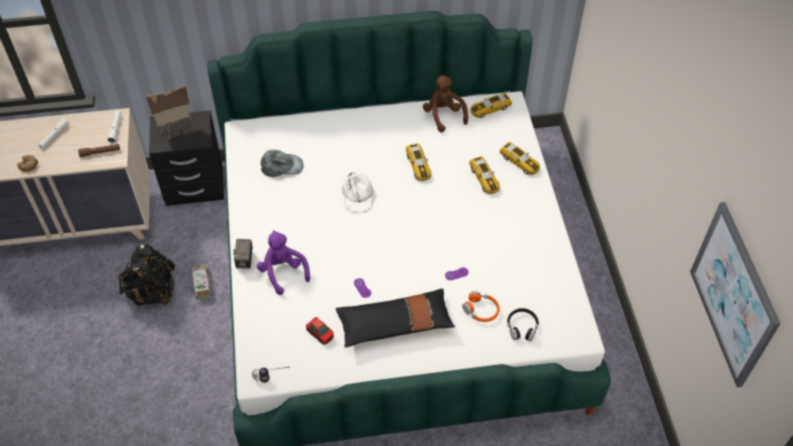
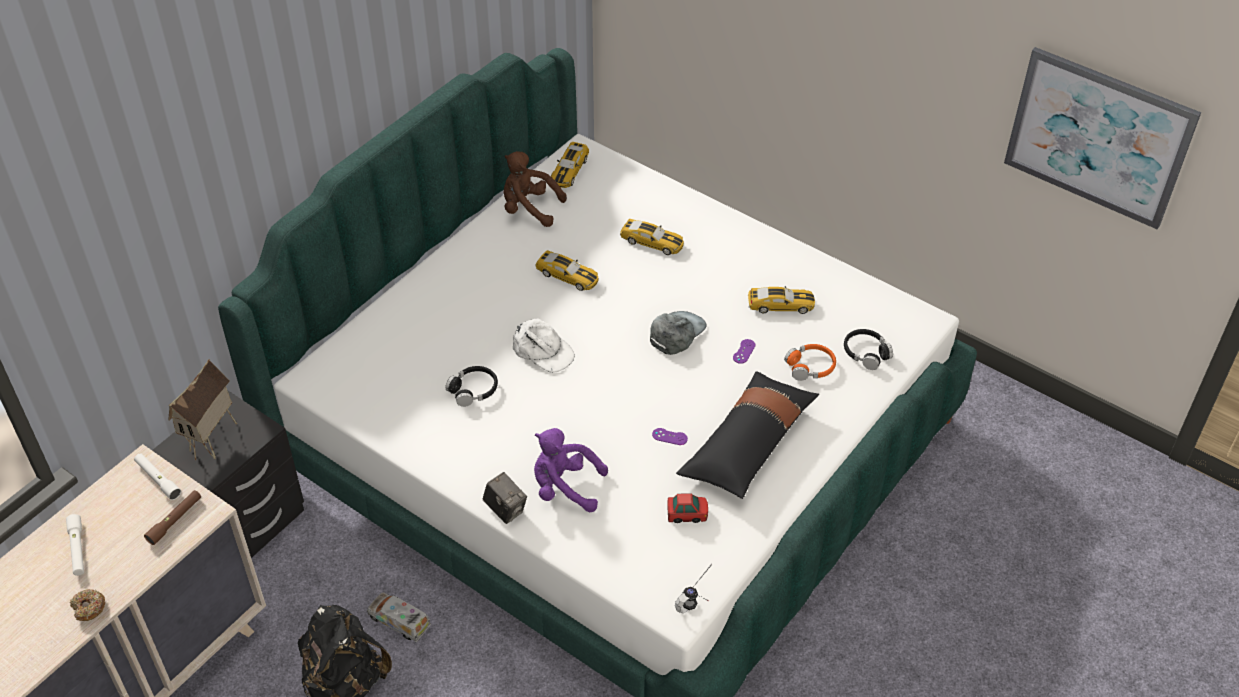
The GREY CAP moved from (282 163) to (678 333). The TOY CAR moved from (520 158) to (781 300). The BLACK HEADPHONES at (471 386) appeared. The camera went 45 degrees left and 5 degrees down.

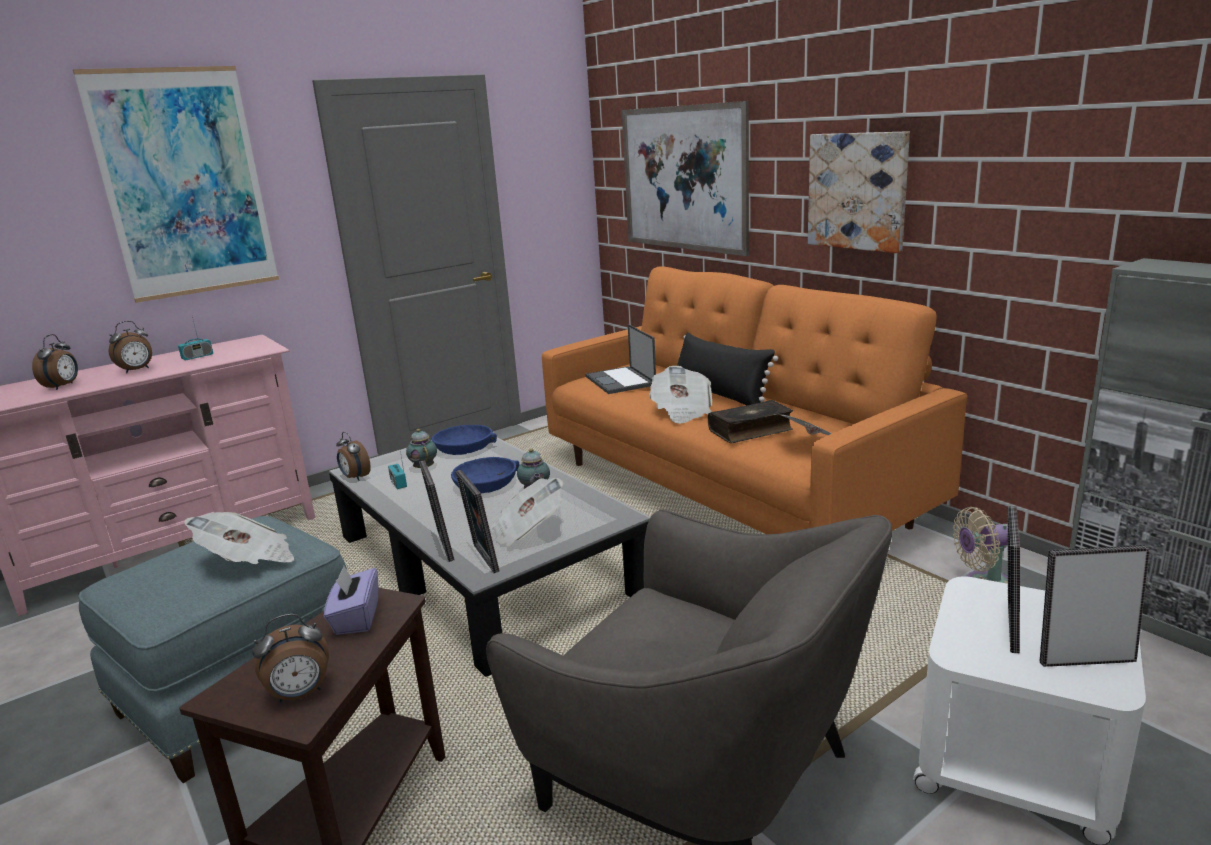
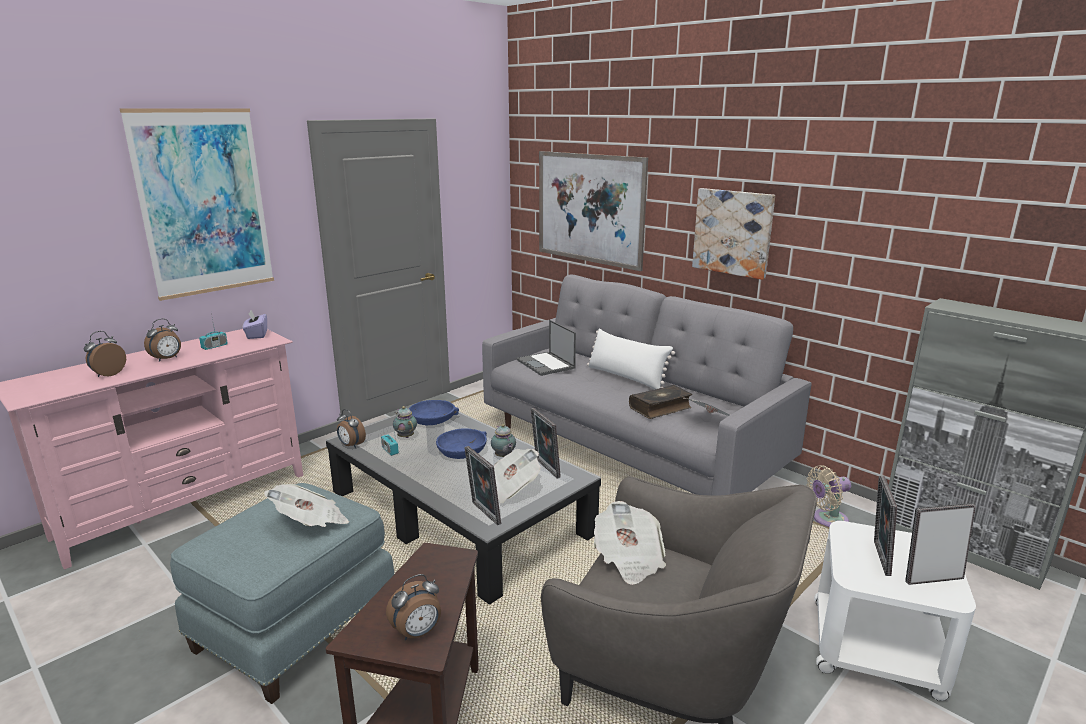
The ALARM CLOCK at (55 362) turned 150 degrees counterclockwise. The PURPLE TISSUE BOX moved from (351 600) to (255 324). The PICTURE FRAME moved from (436 511) to (546 443). The ORANGE SOFA at (754 400) became the GREY SOFA at (647 385). The NEWSPAPER moved from (680 395) to (630 543). The BLACK PILLOW at (727 369) became the WHITE PILLOW at (631 359). The camera went 10 degrees left and 0 degrees up.

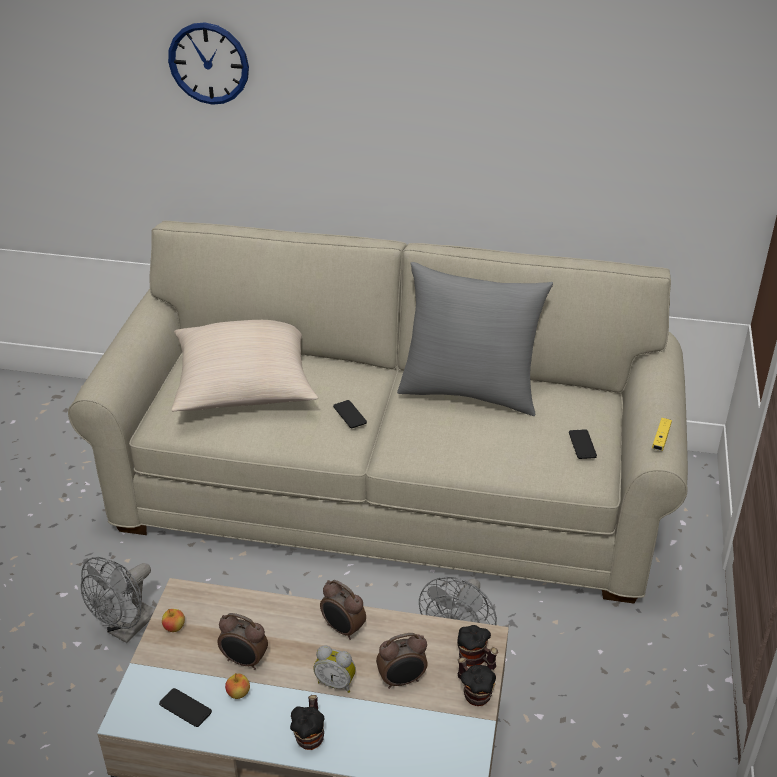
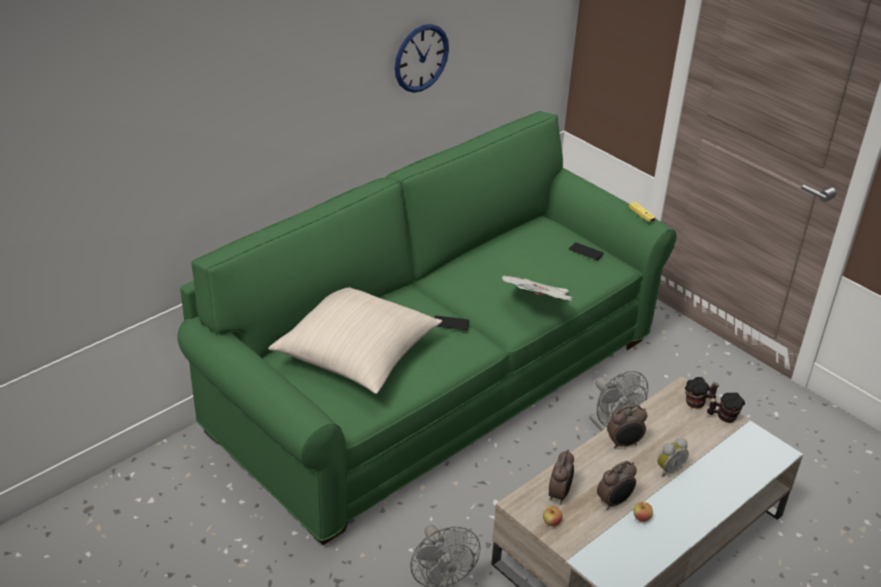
The BEIGE SOFA at (378 412) became the GREEN SOFA at (426 328). The PHONE at (185 707) disappeared. The WALL CLOCK moved from (208 63) to (422 58). The MUG at (307 722) disappeared. The ALARM CLOCK moved from (402 661) to (561 476). The GREY PILLOW at (475 339) disappeared. The NEWSPAPER at (537 288) appeared. The camera went 55 degrees left and 0 degrees up.

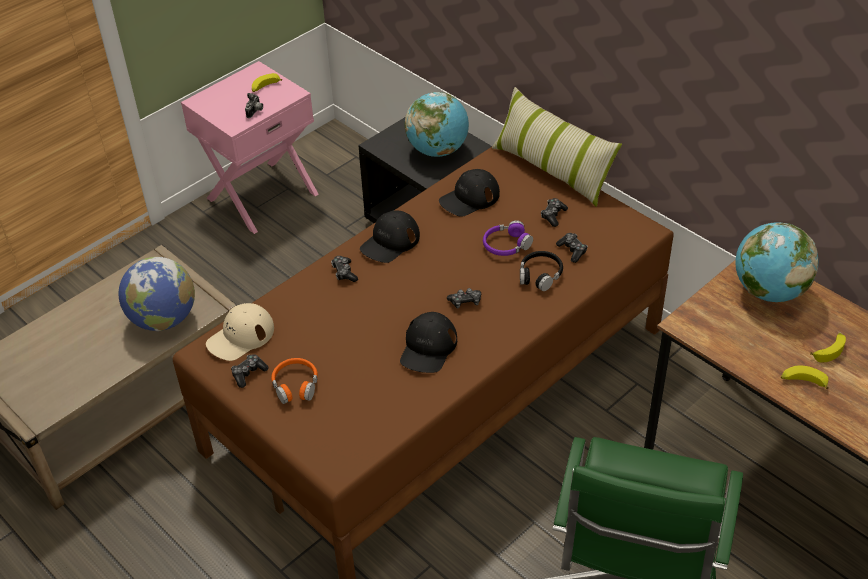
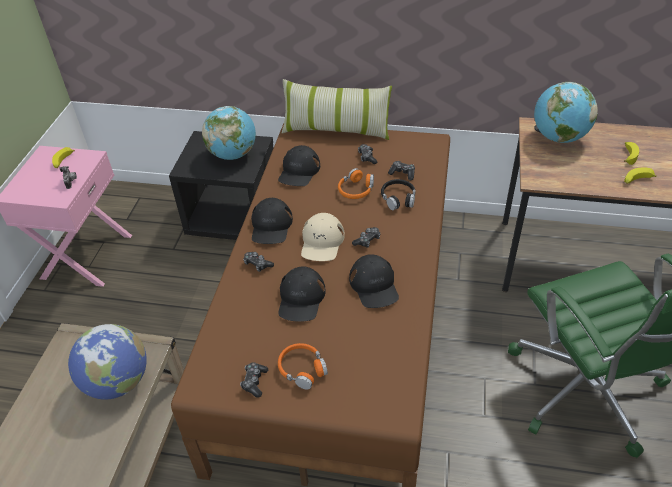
The BEIGE CAP moved from (240 332) to (322 237). The PURPLE HEADPHONES at (508 238) became the ORANGE HEADPHONES at (356 183). The BLACK CAP at (302 294) appeared. The camera went 35 degrees left and 0 degrees up.

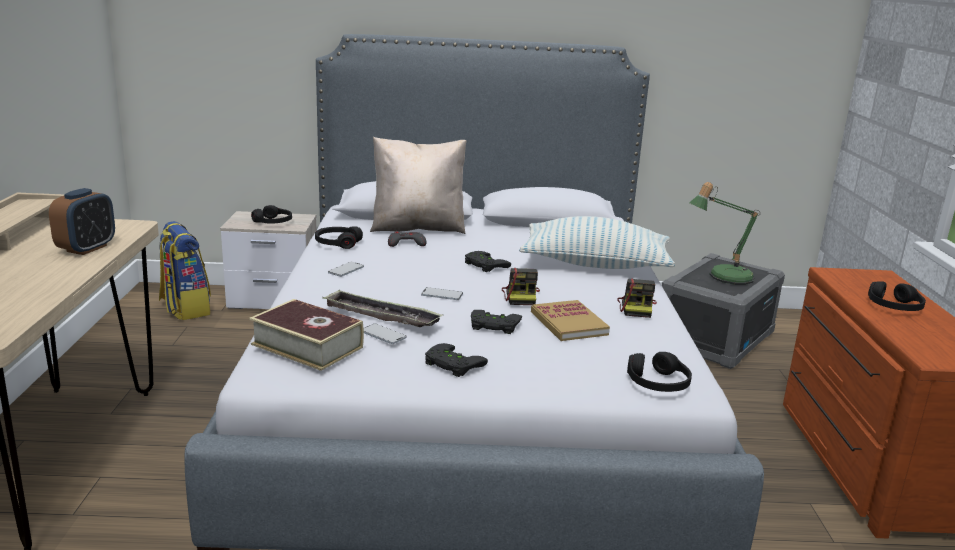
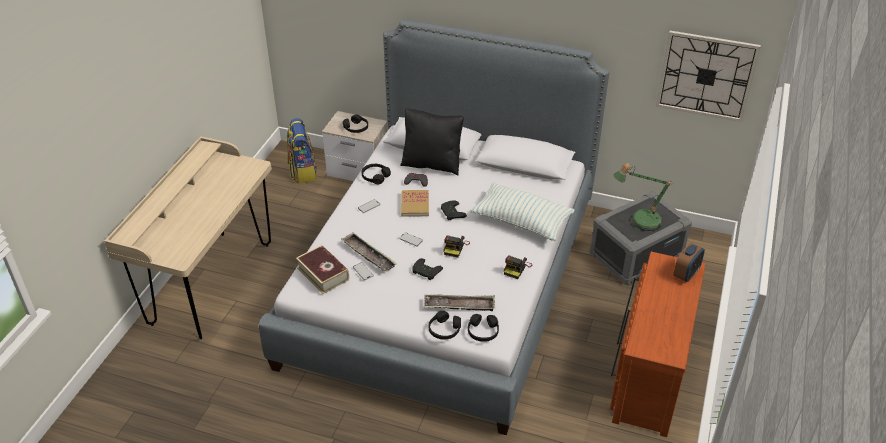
The ALARM CLOCK moved from (82 221) to (689 262). The BEIGE PILLOW at (418 185) became the BLACK PILLOW at (432 141). The BLACK GAME CONTROLLER at (456 360) disappeared. The BOOK moved from (570 320) to (415 203). The BLACK HEADPHONES moved from (897 296) to (445 325). The TRAY at (459 302) appeared. The WALL CLOCK at (708 76) appeared. The camera went 20 degrees right and 20 degrees up.

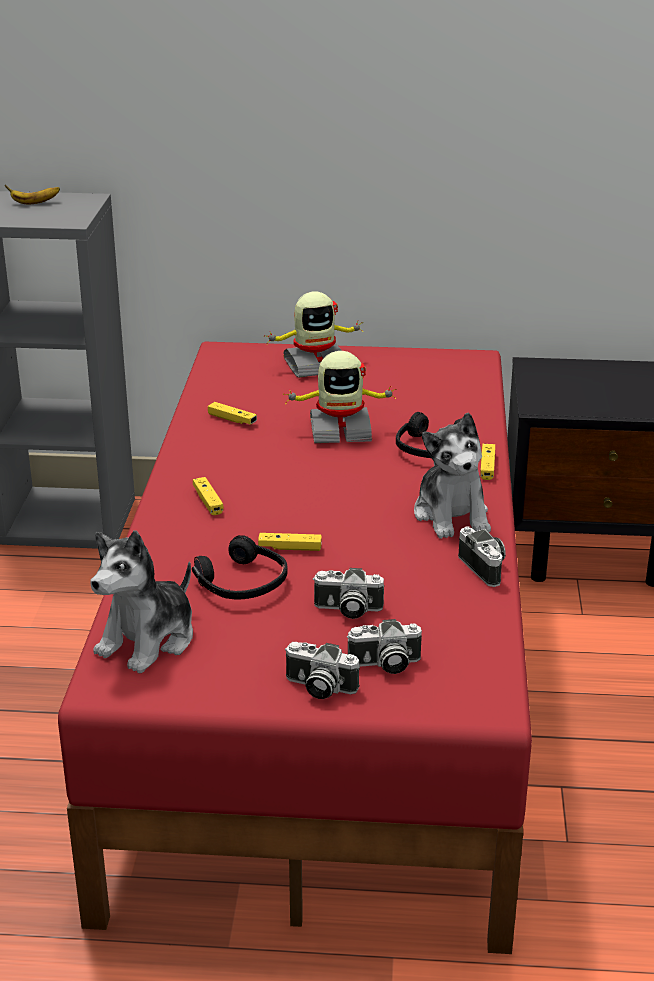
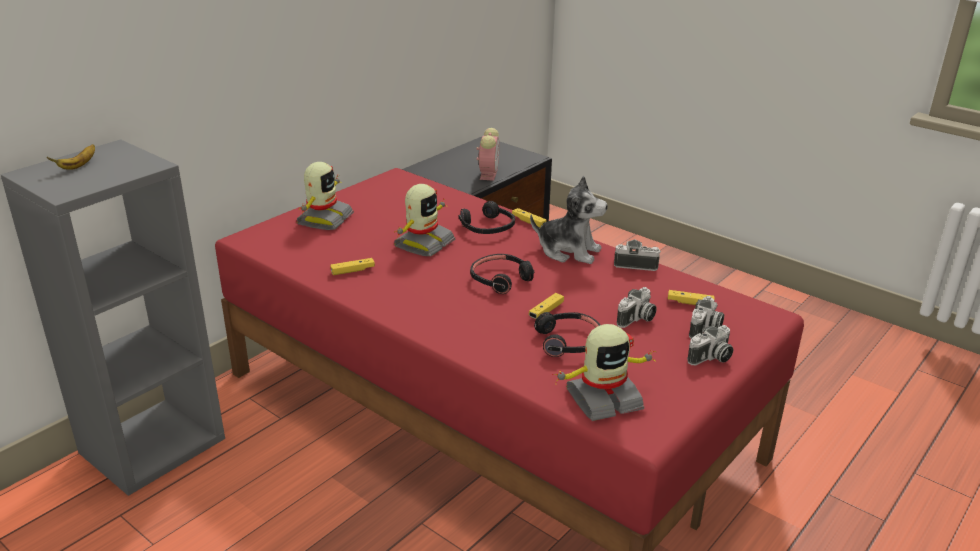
The PLUSH TOY at (141 601) was replaced by the TOY ROBOT at (604 372). The YELLOW GAME CONTROLLER moved from (208 496) to (691 297). The BLACK HEADPHONES at (502 274) appeared. The ALARM CLOCK at (488 154) appeared. The camera went 55 degrees left and 0 degrees up.

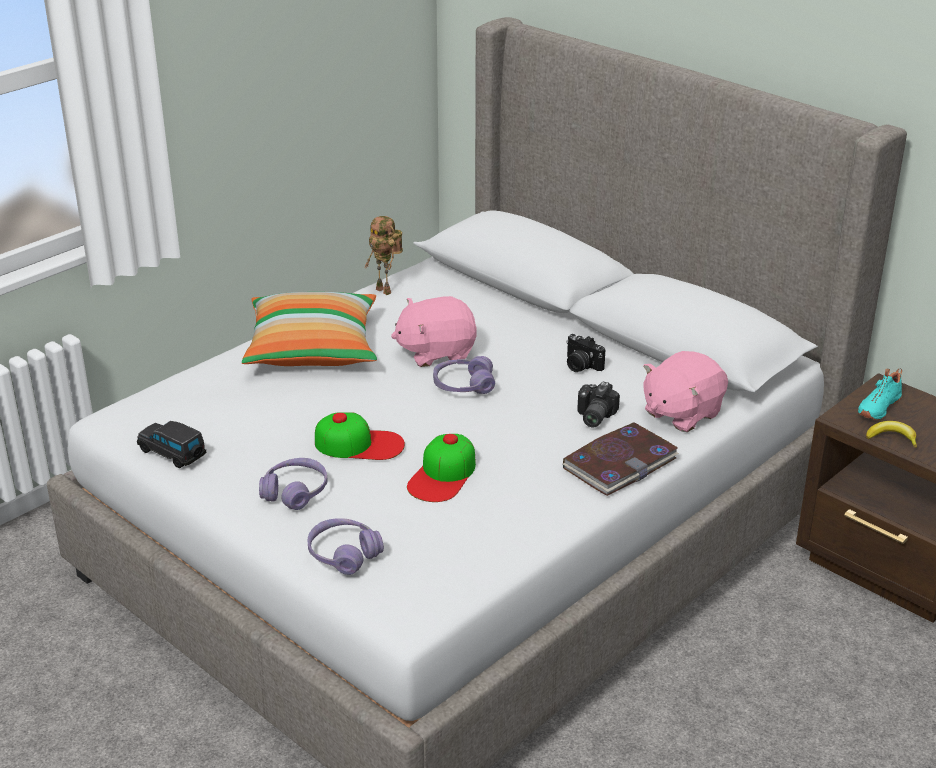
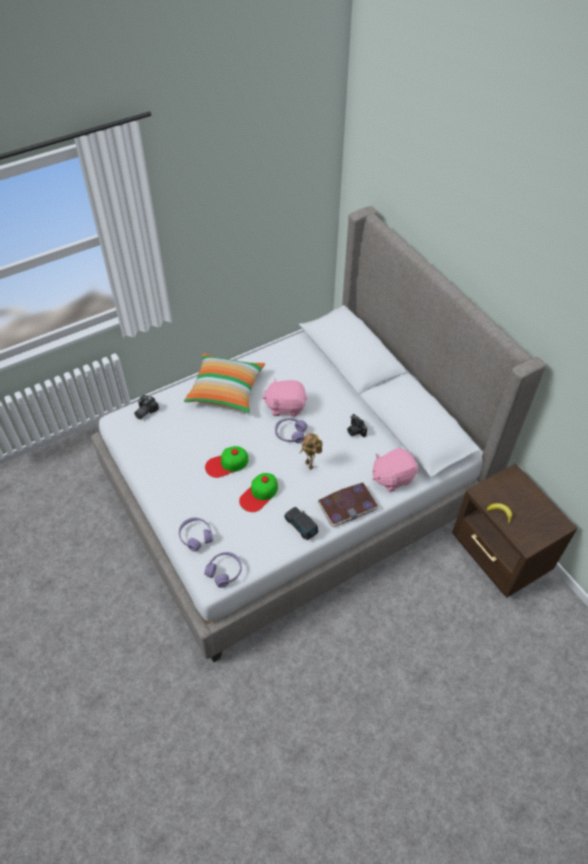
The BLACK TOY CAR moved from (171 444) to (301 523). The PURPLE HEADPHONES moved from (293 484) to (223 570). The CAP at (360 436) turned 135 degrees clockwise. The TOY ROBOT moved from (383 255) to (311 451). The PHOTO CAMERA moved from (598 404) to (146 407). The TURQUOISE SHOE at (880 394) disappeared. The camera went 15 degrees right and 20 degrees up.

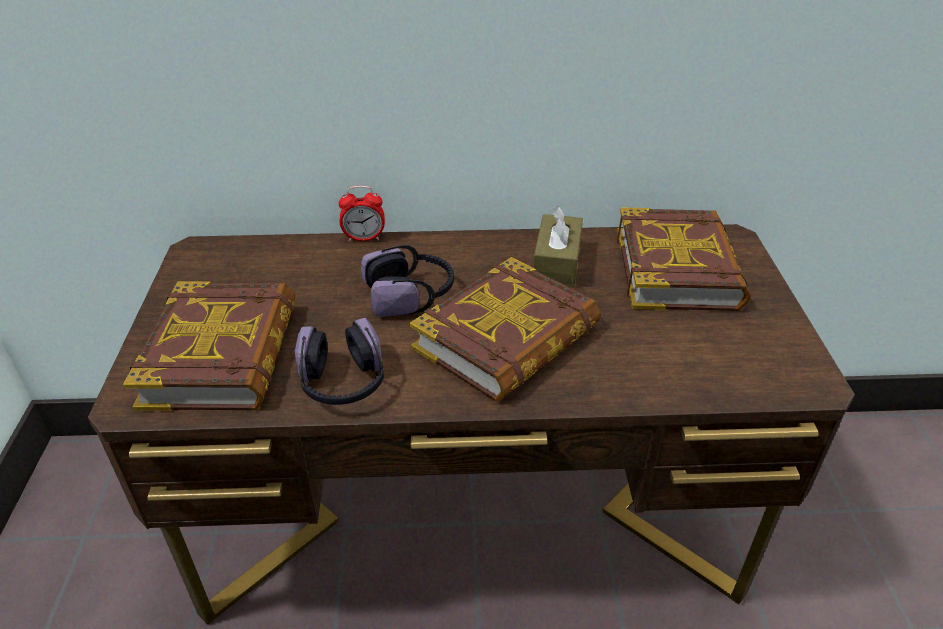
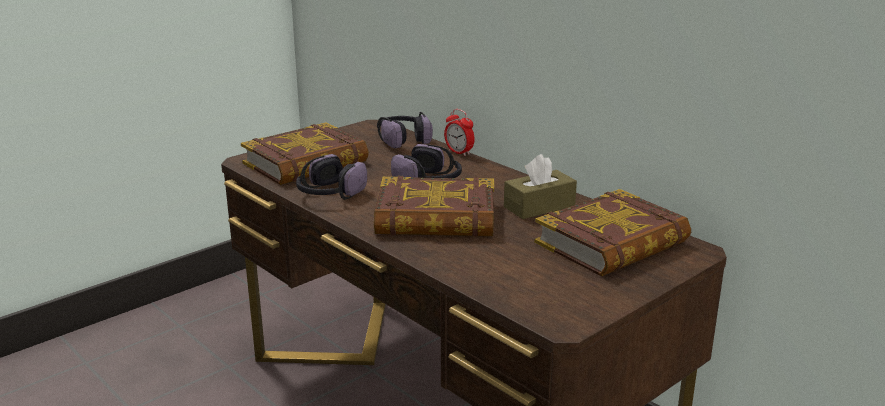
The HEADPHONES at (405 130) appeared. The camera went 50 degrees right and 15 degrees down.

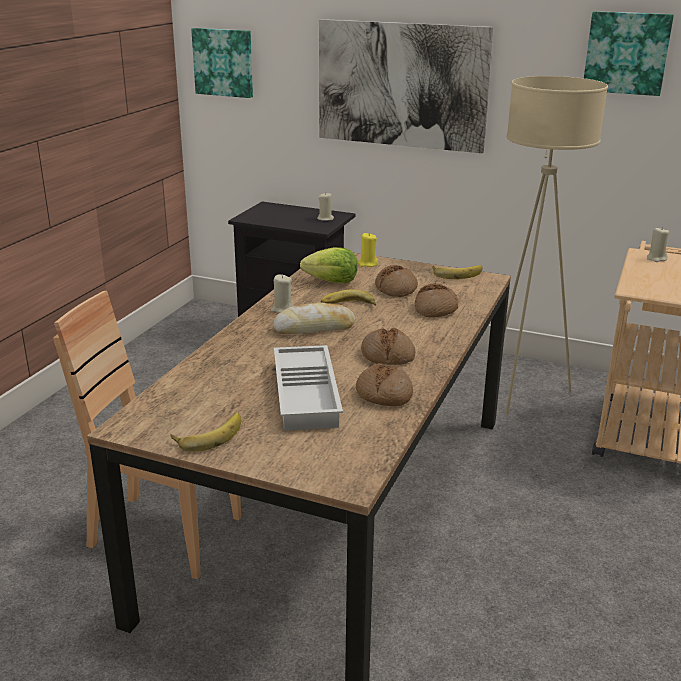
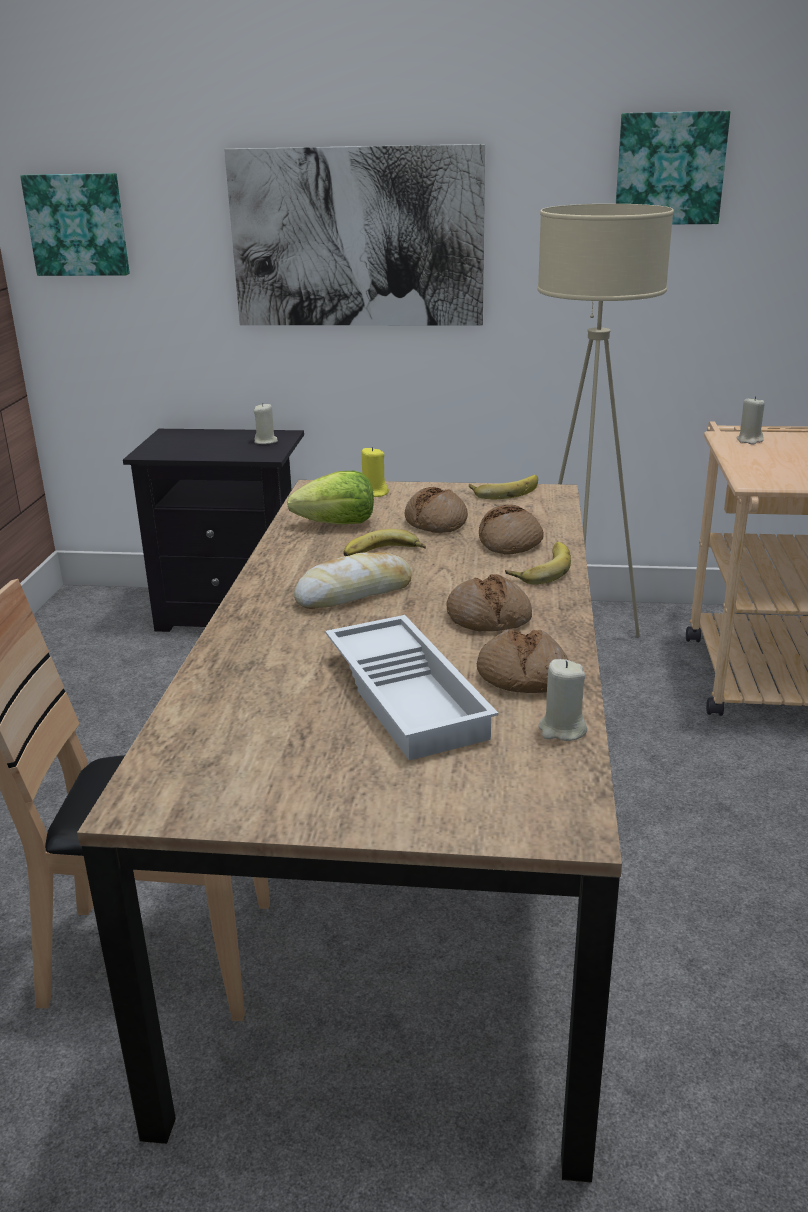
The BANANA moved from (205 432) to (538 563). The BEIGE CANDLE moved from (282 293) to (562 700). The camera went 15 degrees left and 0 degrees up.

